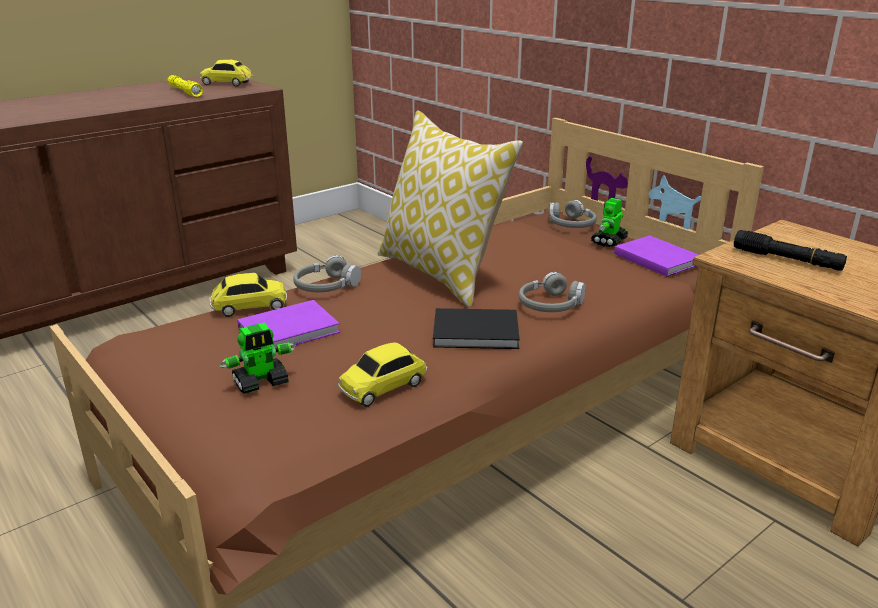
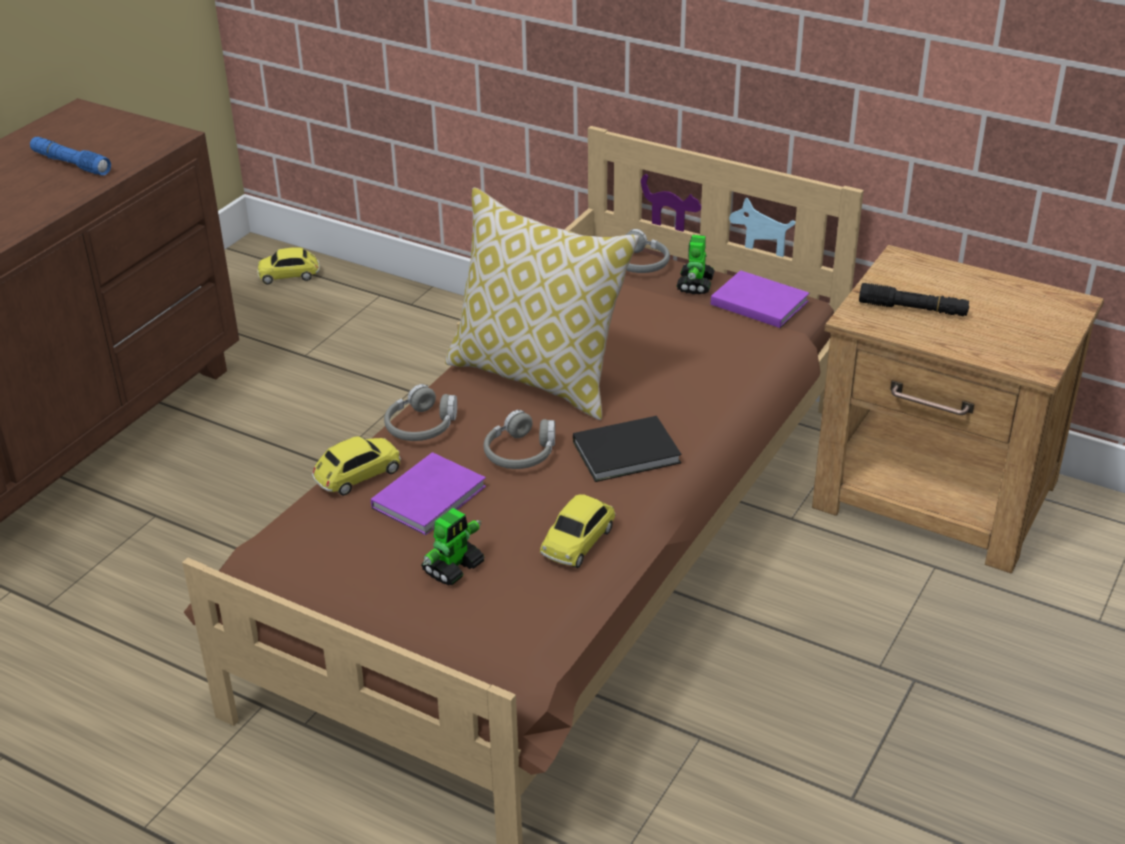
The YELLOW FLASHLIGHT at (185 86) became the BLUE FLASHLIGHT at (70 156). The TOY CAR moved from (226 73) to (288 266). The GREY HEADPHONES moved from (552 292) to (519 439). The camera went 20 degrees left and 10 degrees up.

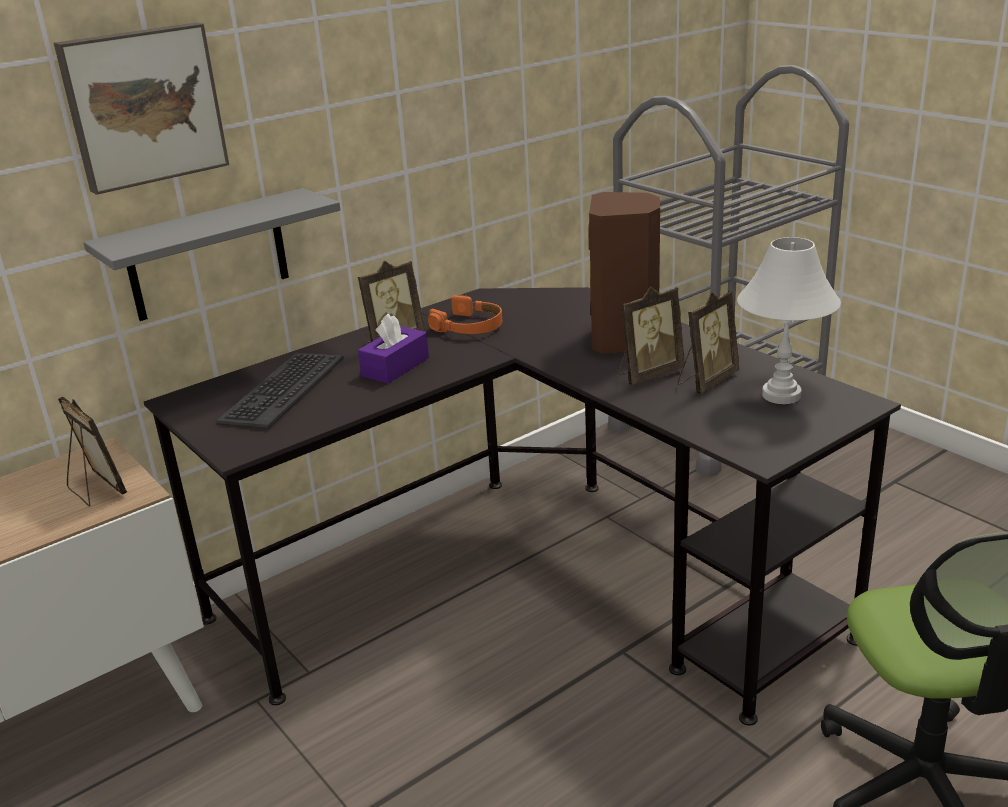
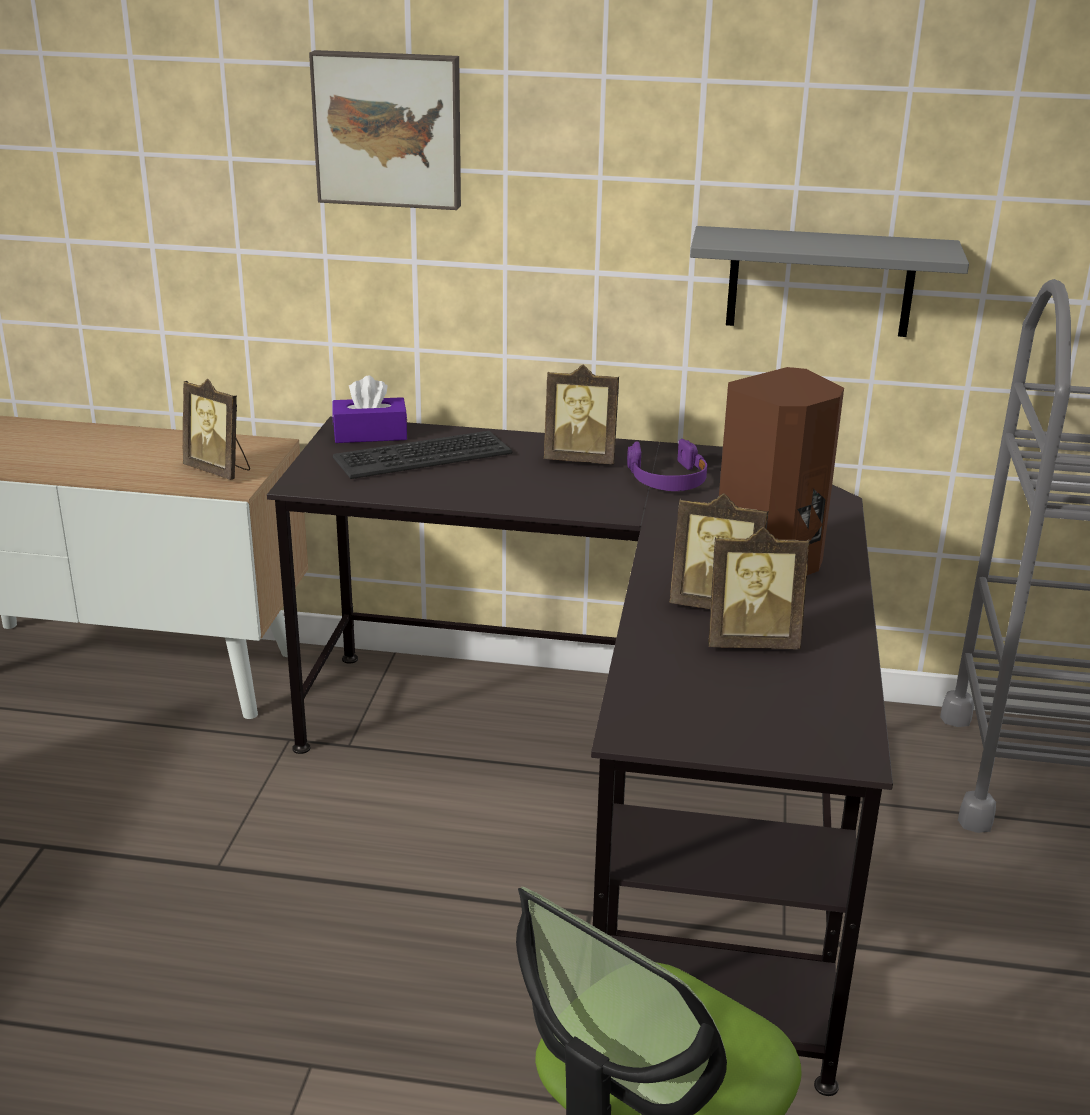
The PICTURE FRAME at (92 452) turned 120 degrees clockwise. The GREY SHELF moved from (211 254) to (829 281). The PURPLE TISSUE BOX moved from (393 348) to (370 409). The ORANGE HEADPHONES at (465 314) became the PURPLE HEADPHONES at (667 465). The WHITE TABLE LAMP at (789 320) disappeared. The camera went 45 degrees right and 0 degrees up.

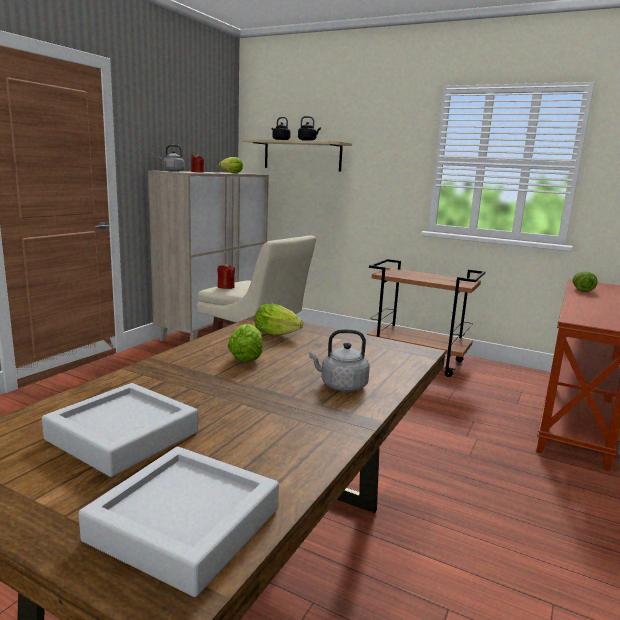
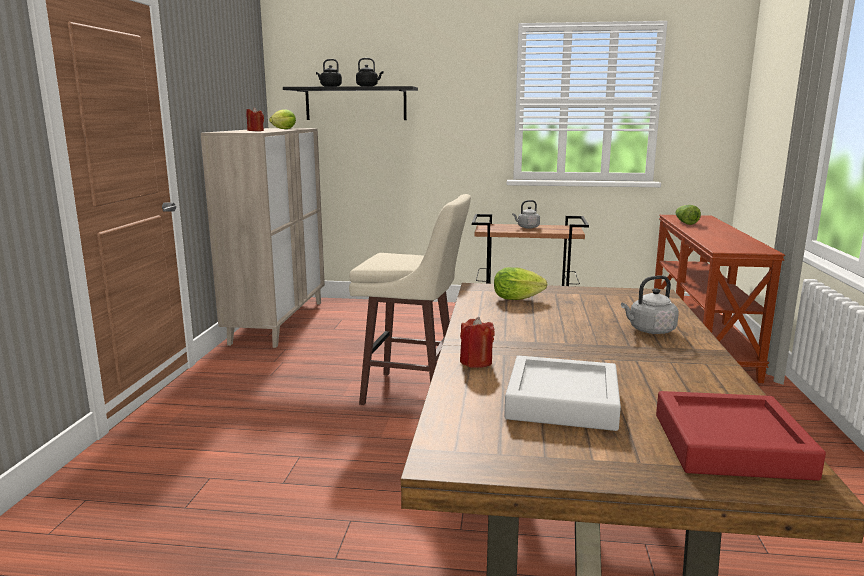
The GREY TRAY at (179 522) became the RED TRAY at (741 436). The GREY KETTLE moved from (171 158) to (526 214). The RED CANDLE moved from (226 276) to (477 342). The LETTUCE at (245 343) disappeared. The BEIGE SHELF at (297 155) became the BLACK SHELF at (350 103). The camera went 20 degrees left and 0 degrees up.

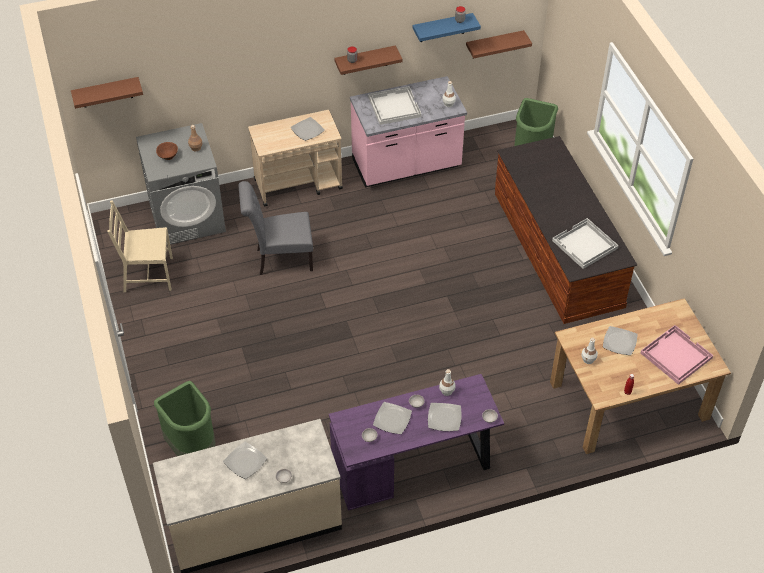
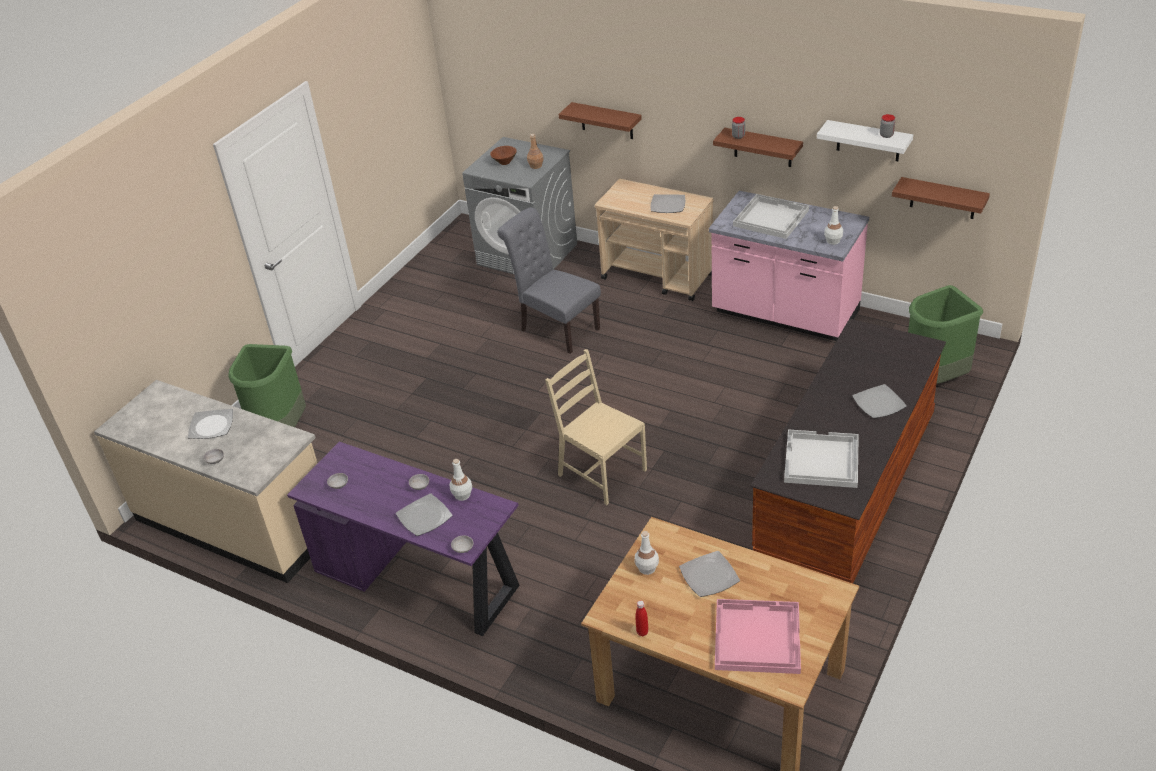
The BROWN SHELF moved from (107 93) to (600 120). The BEIGE CHAIR moved from (140 246) to (596 427). The PLATE moved from (392 418) to (879 401). The BLUE SHELF at (447 27) became the WHITE SHELF at (865 140). The camera went 50 degrees right and 10 degrees down.

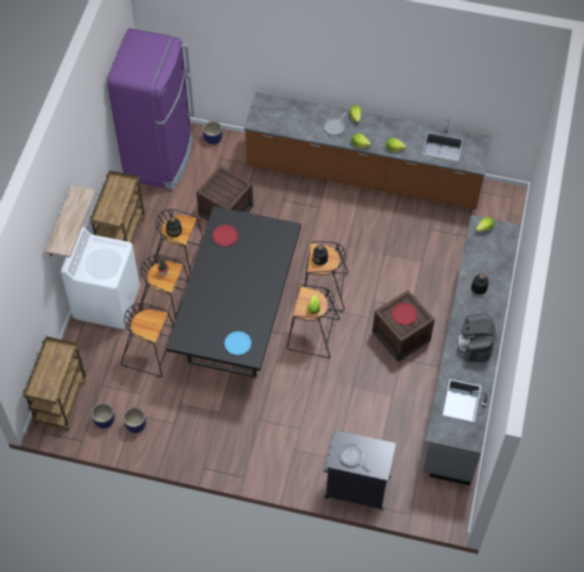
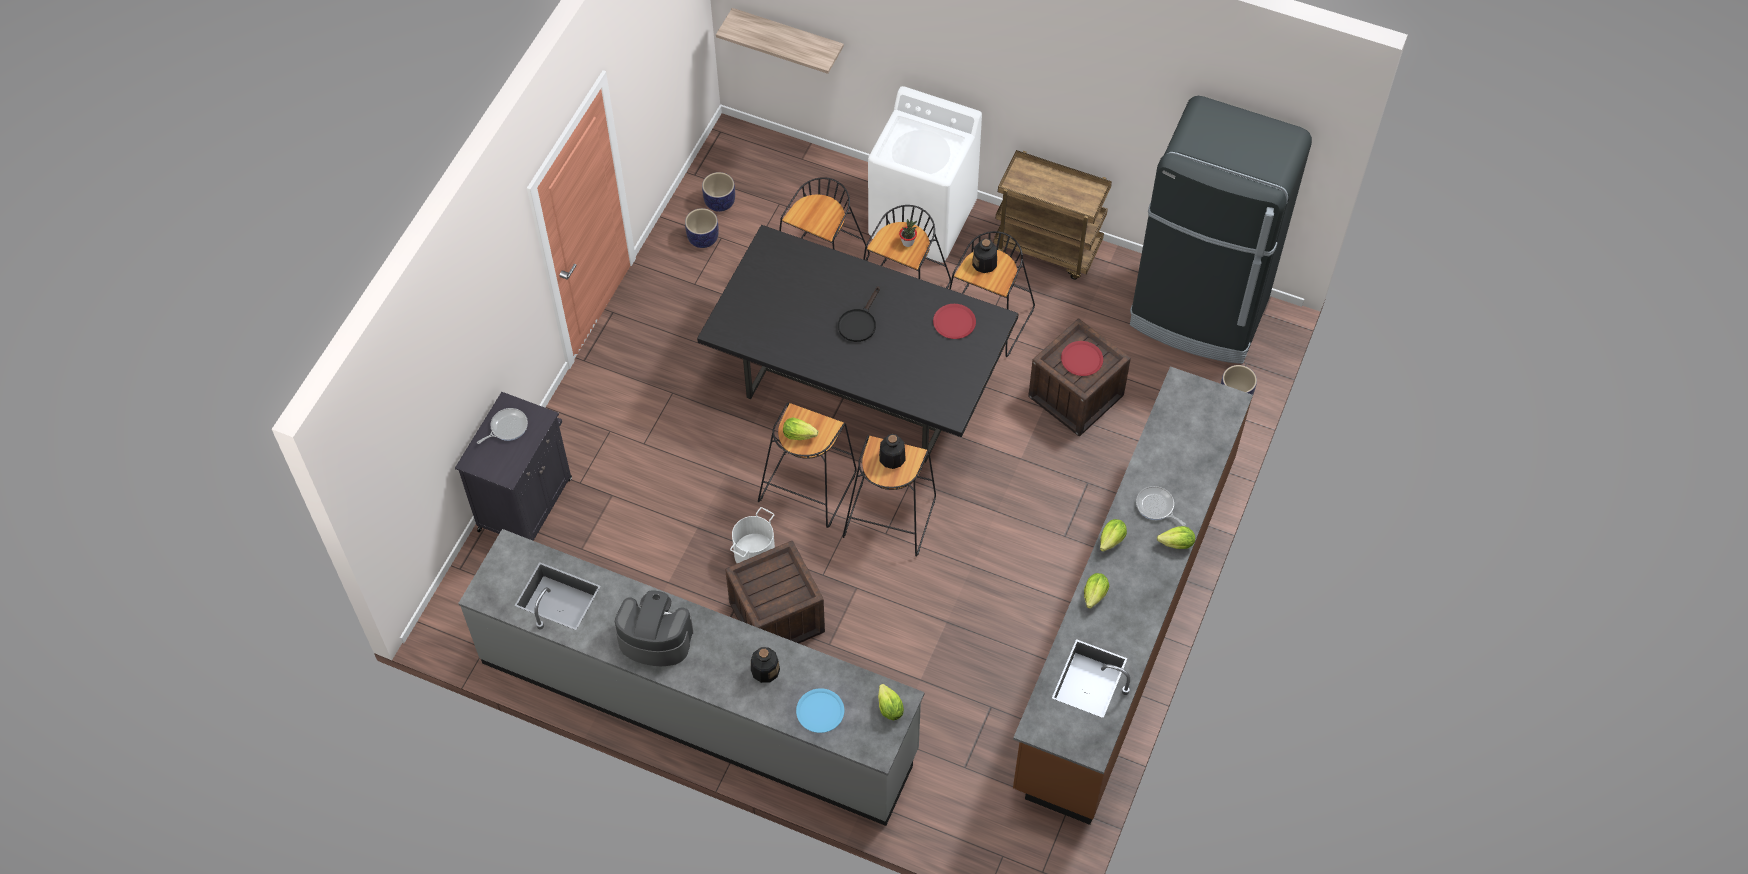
The BROWN CART at (54 383) disappeared. The SHELF moved from (70 221) to (780 41). The PURPLE FRIDGE at (150 109) became the BLACK FRIDGE at (1221 230). The BLUE PLATE moved from (237 343) to (820 710). The RED PLATE moved from (405 314) to (1082 358). The WHITE BUCKET at (752 535) appeared. The BLACK FRYING PAN at (859 314) appeared. The camera went 100 degrees right and 0 degrees up.

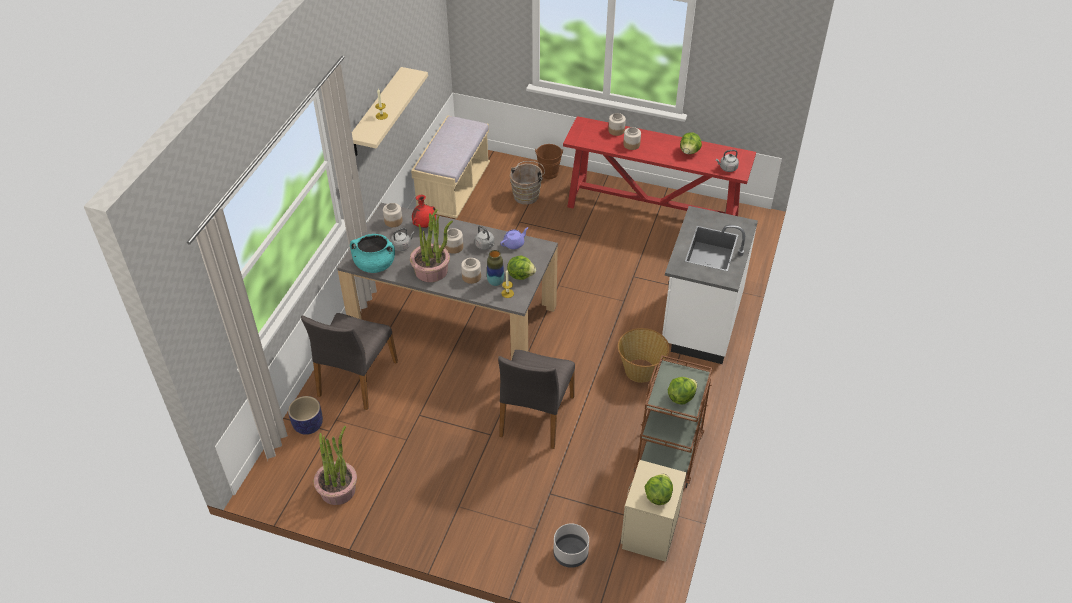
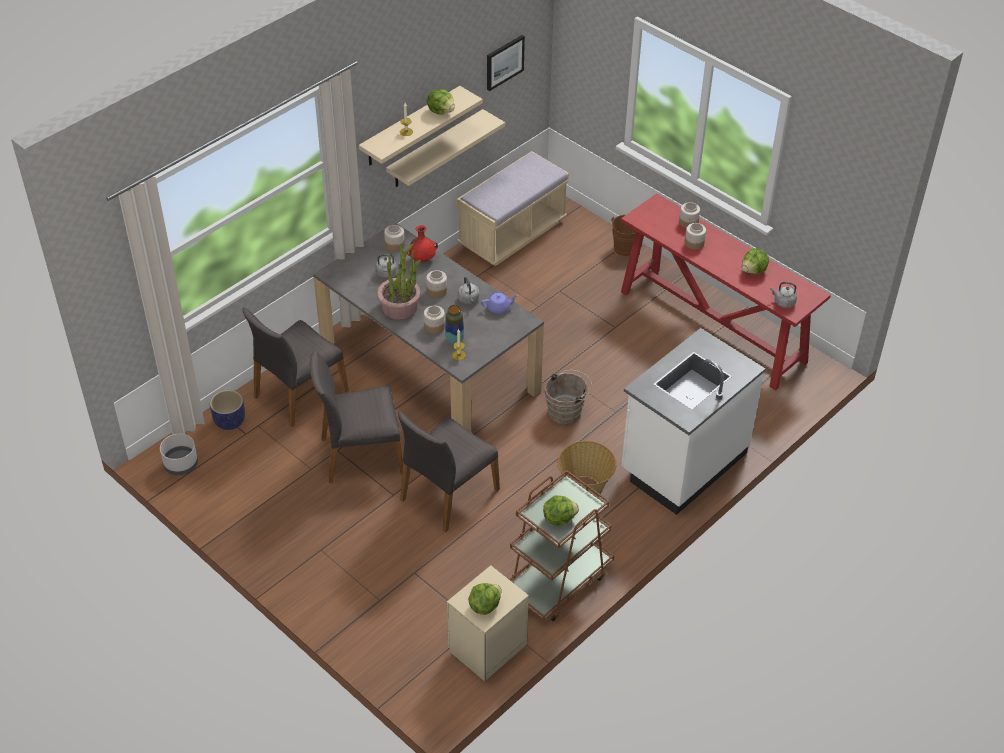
The POTTED PLANT at (335 465) disappeared. The TURQUOISE COOKING POT at (372 253) disappeared. The LETTUCE moved from (521 267) to (441 102). The BROWN BUCKET moved from (527 183) to (568 397). The GREY PLANTER moved from (571 545) to (179 454). The GREY CHAIR at (356 417) appeared. The BEIGE SHELF at (445 148) appeared. The PICTURE at (506 63) appeared. The camera went 25 degrees right and 0 degrees up.

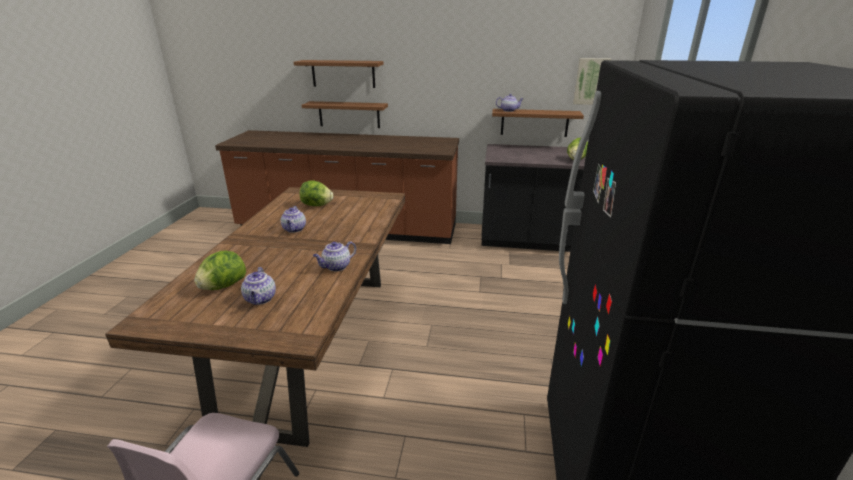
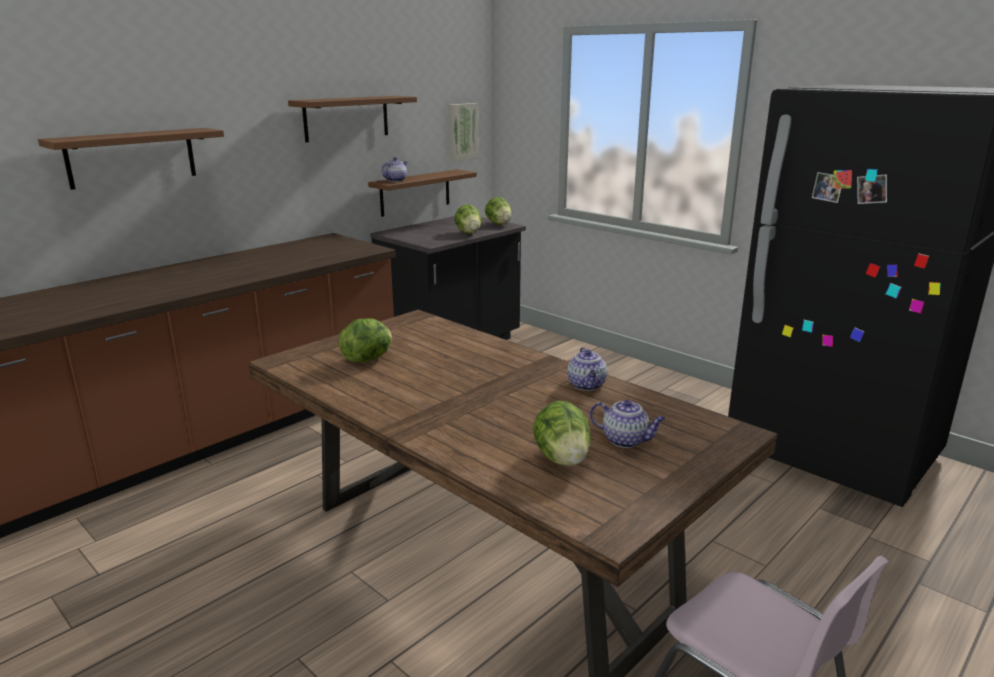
The TEAPOT at (293 219) disappeared. The BROWN SHELF moved from (345 114) to (352 119). The LETTUCE at (468 219) appeared. The camera went 55 degrees left and 5 degrees down.

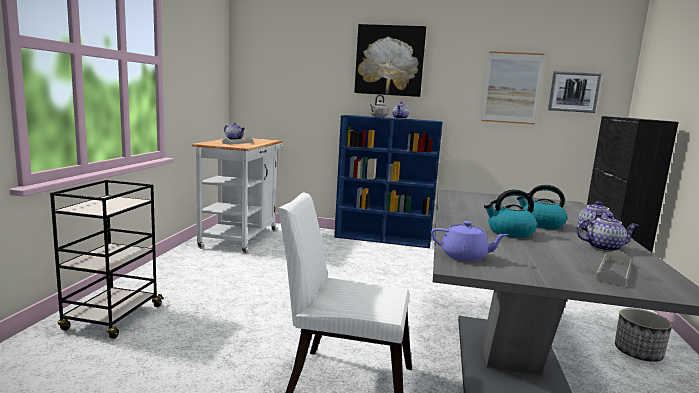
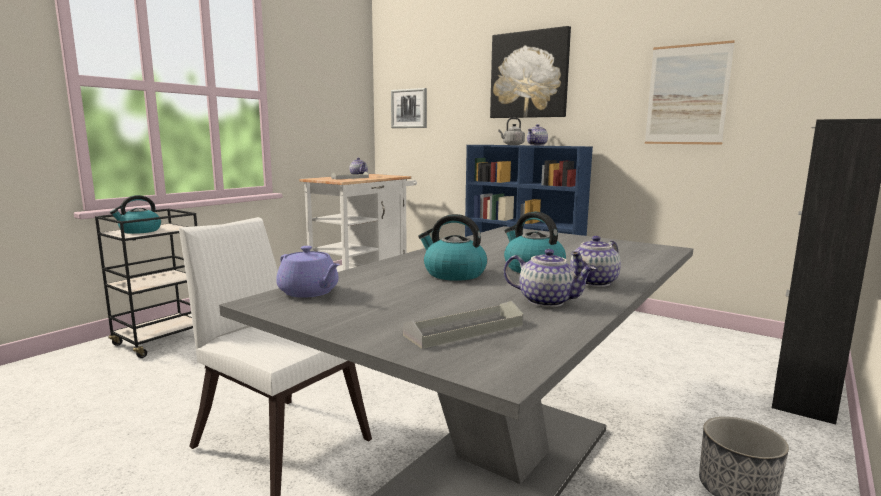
The PICTURE moved from (575 92) to (409 108). The KETTLE at (135 214) appeared. The camera went 25 degrees right and 0 degrees up.

